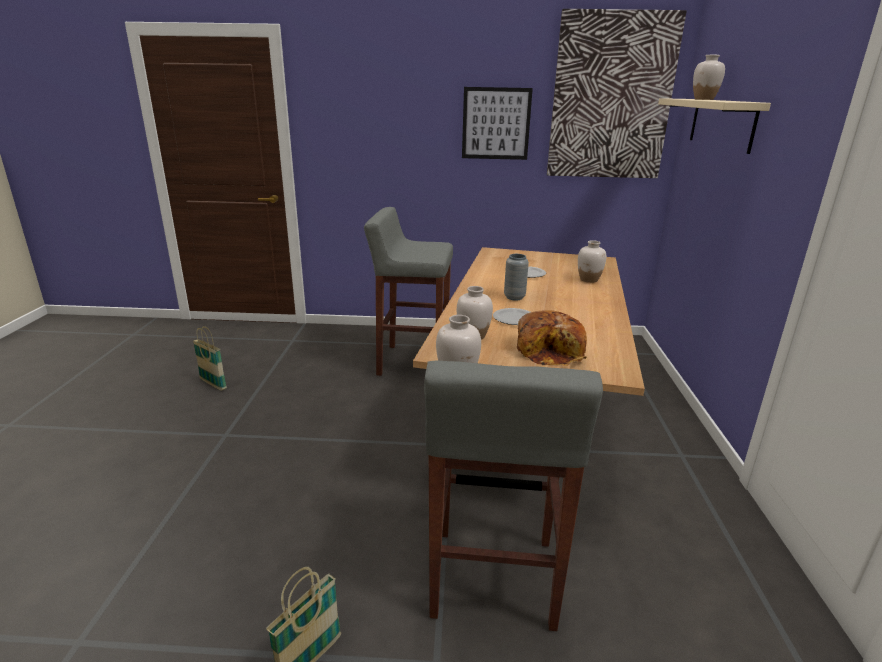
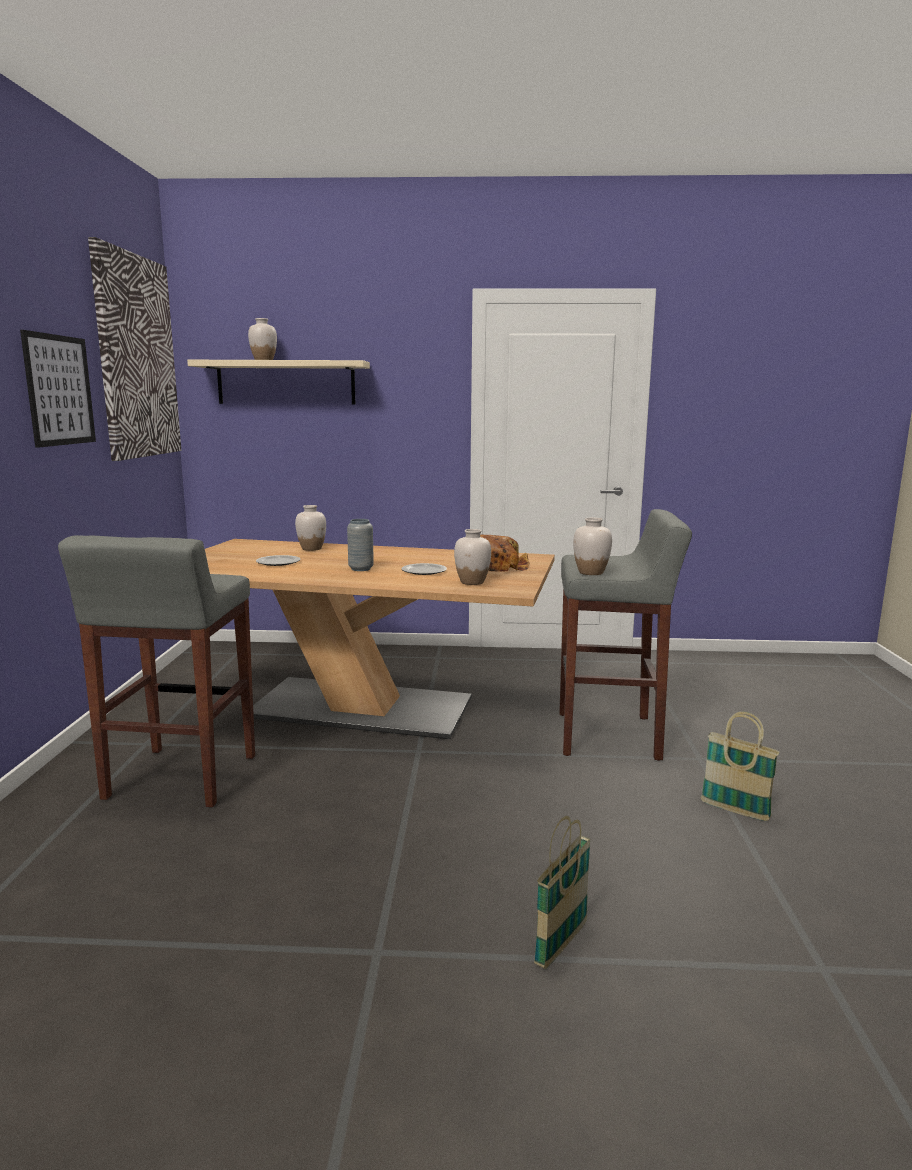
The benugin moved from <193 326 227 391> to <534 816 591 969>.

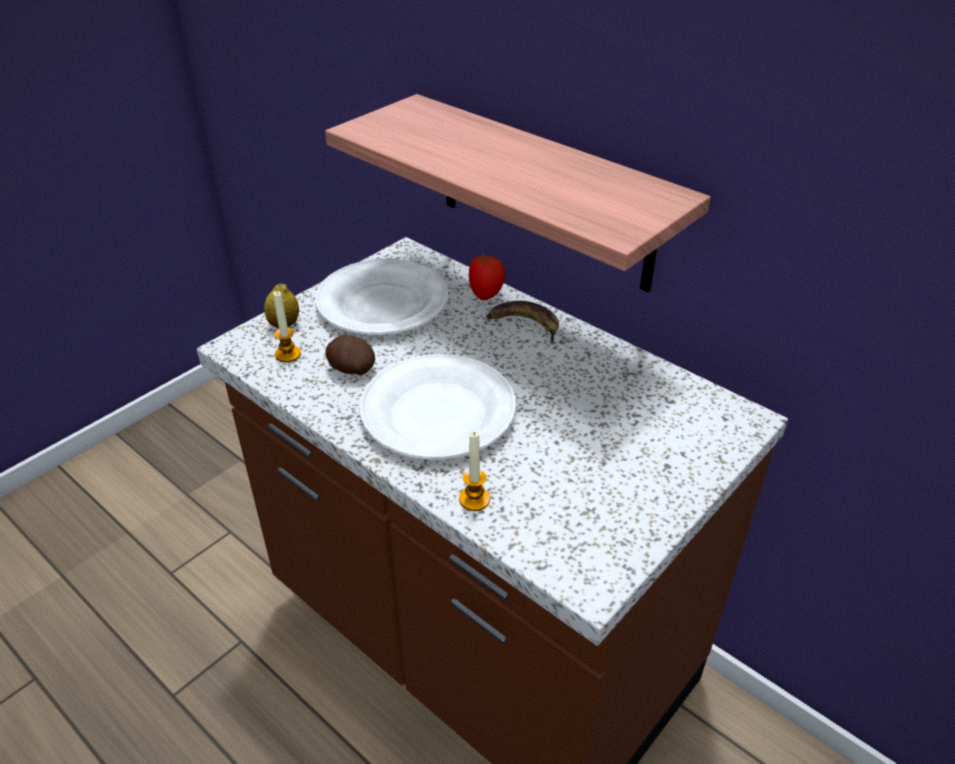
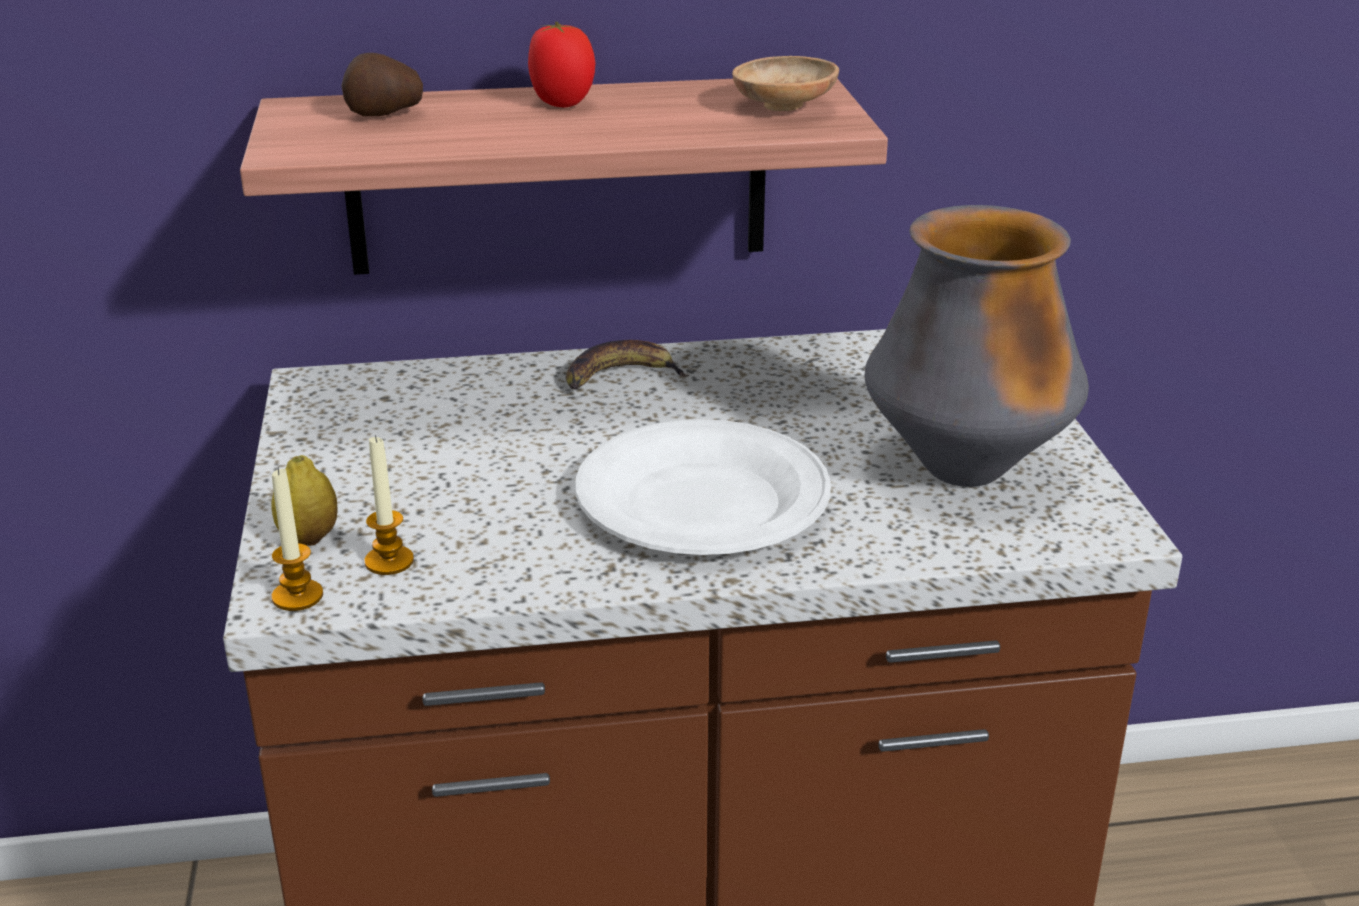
The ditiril moved from <469 254 505 300> to <528 22 595 107>. The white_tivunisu at <315 259 449 335> disappeared. The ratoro moved from <325 335 375 375> to <341 53 423 116>. The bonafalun moved from <459 432 490 511> to <272 467 323 611>. The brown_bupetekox at <732 56 839 111> appeared. The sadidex at <864 205 1089 487> appeared.

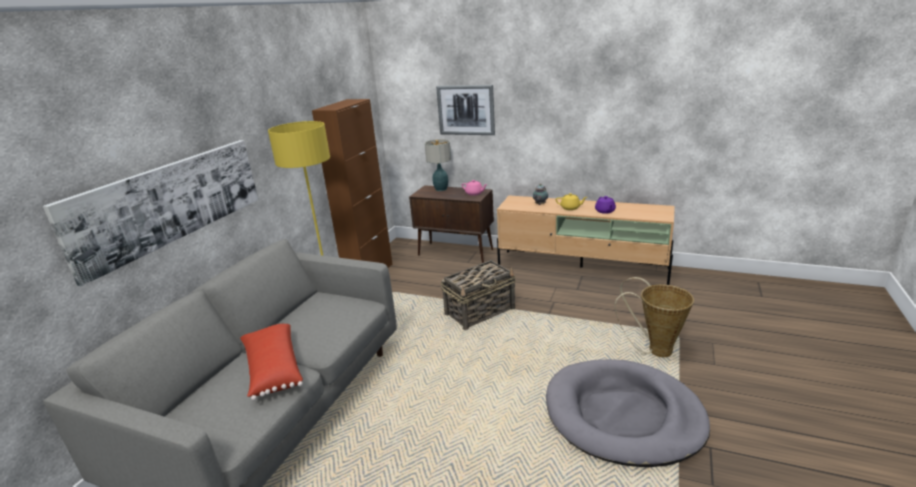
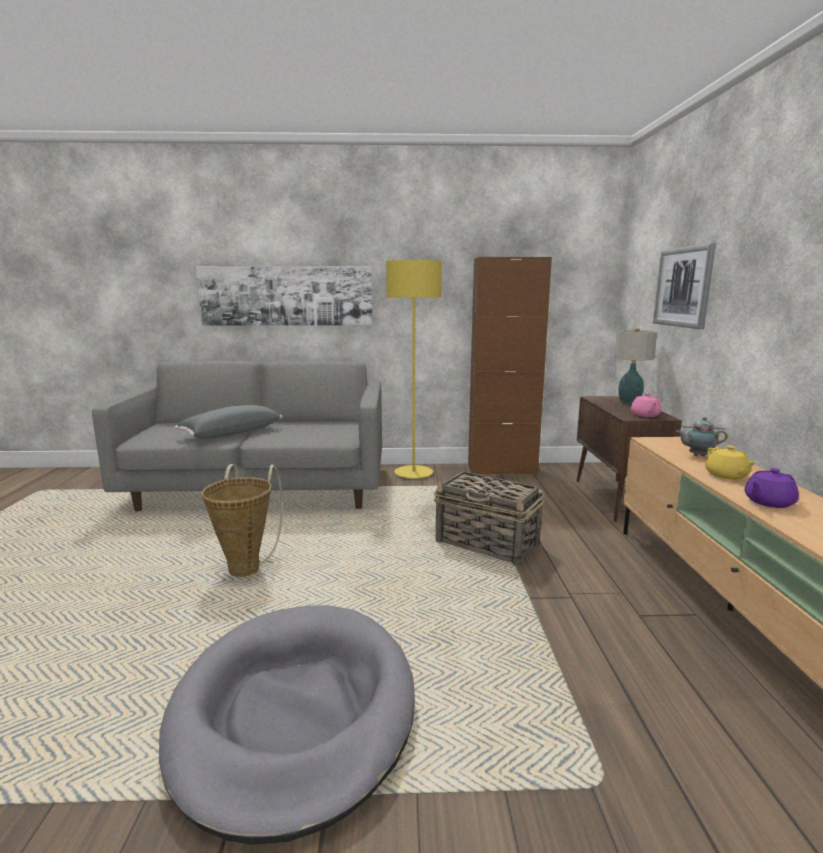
The benugin moved from <615 277 694 357> to <202 464 283 577>. The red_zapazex at <240 324 303 401> became the grey_zapazex at <174 405 282 439>.

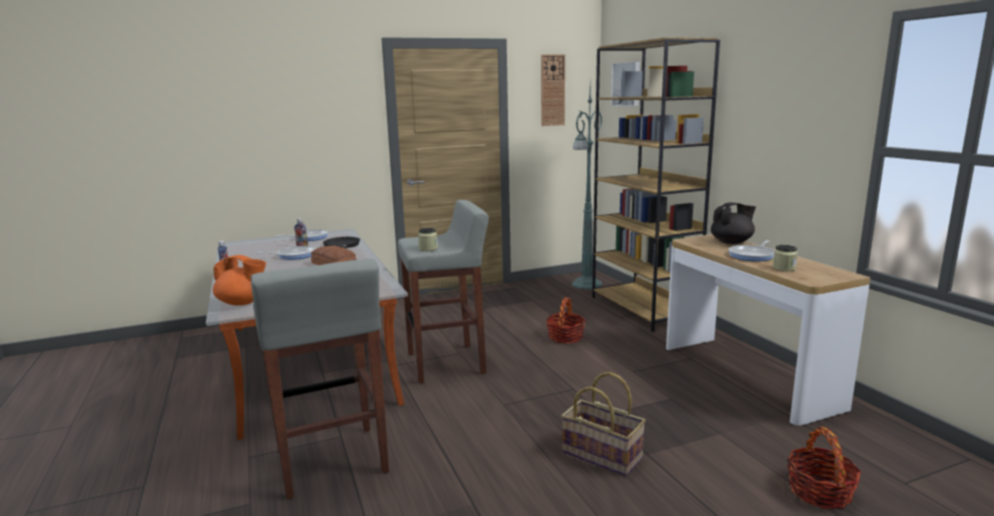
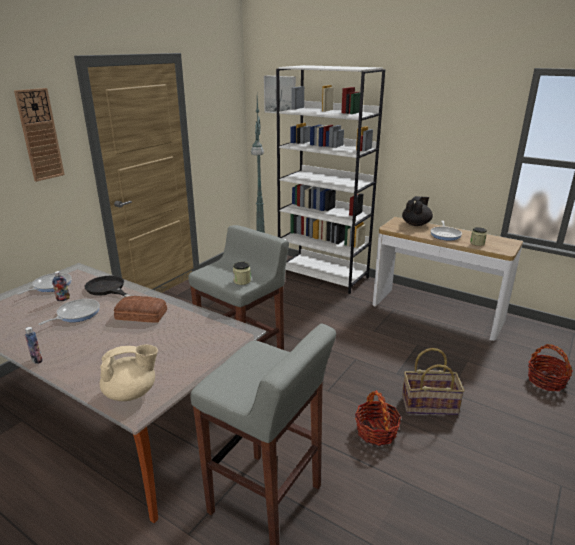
The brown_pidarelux at <592 37 720 332> became the white_pidarelux at <276 65 385 294>. The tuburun moved from <541 54 565 126> to <14 88 65 182>. The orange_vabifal at <213 255 266 306> became the beige_vabifal at <100 344 158 401>. The benugin moved from <546 298 586 344> to <355 390 402 446>.

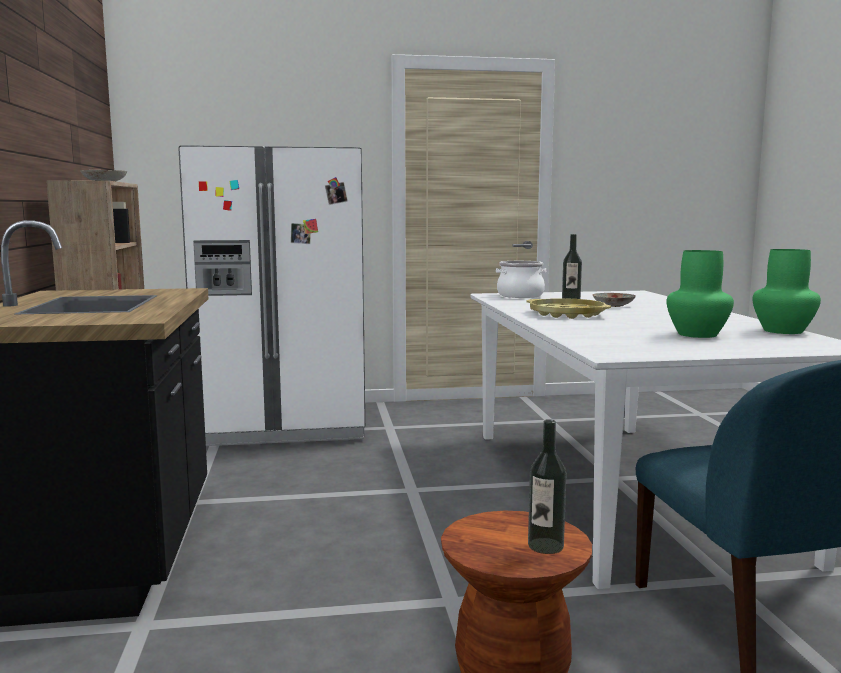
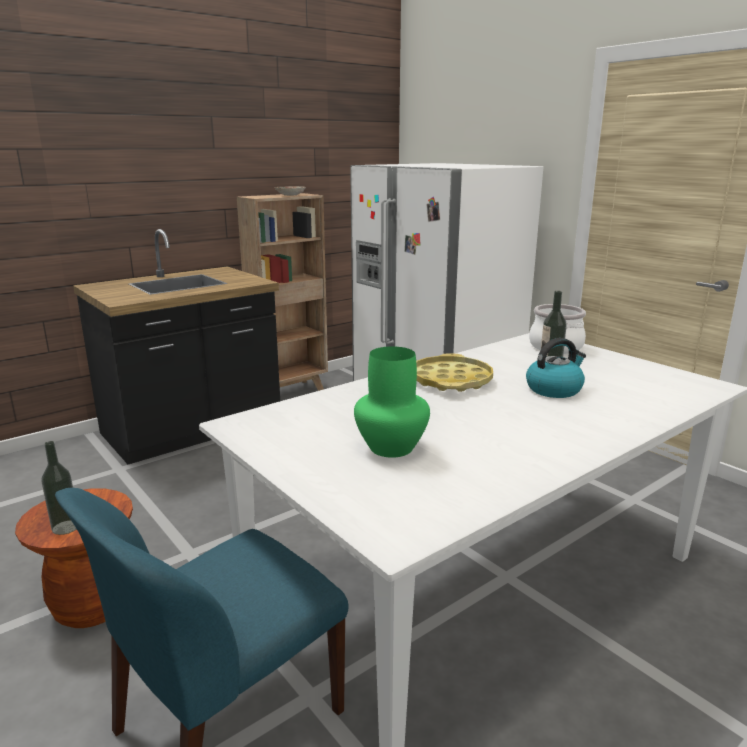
The green_sadidex at <752 249 821 334> disappeared. The tivunisu at <593 293 636 307> was replaced by the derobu at <526 338 586 398>.

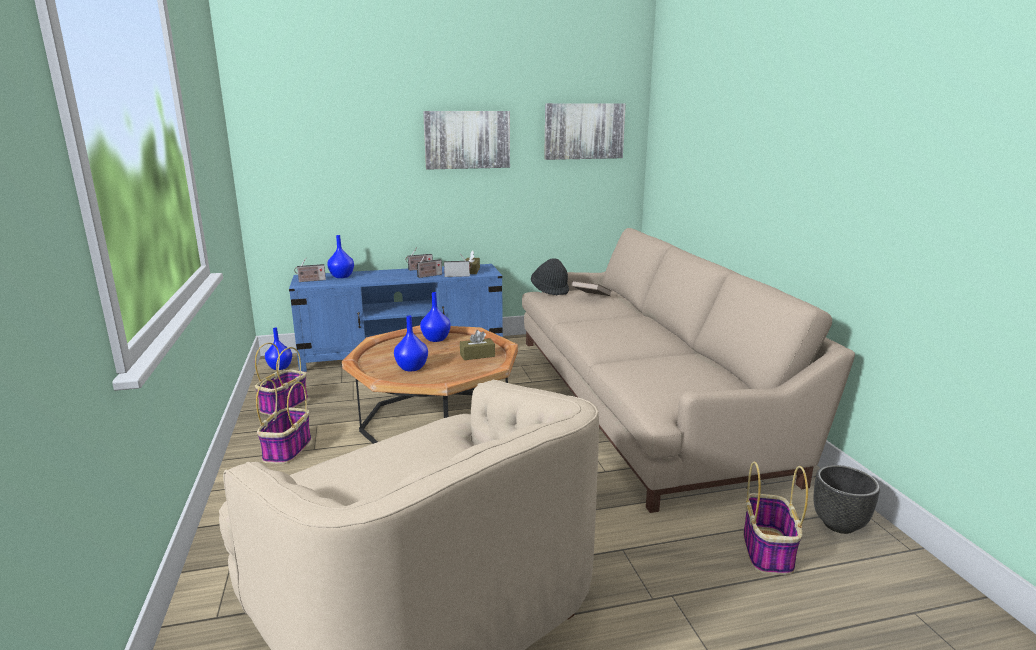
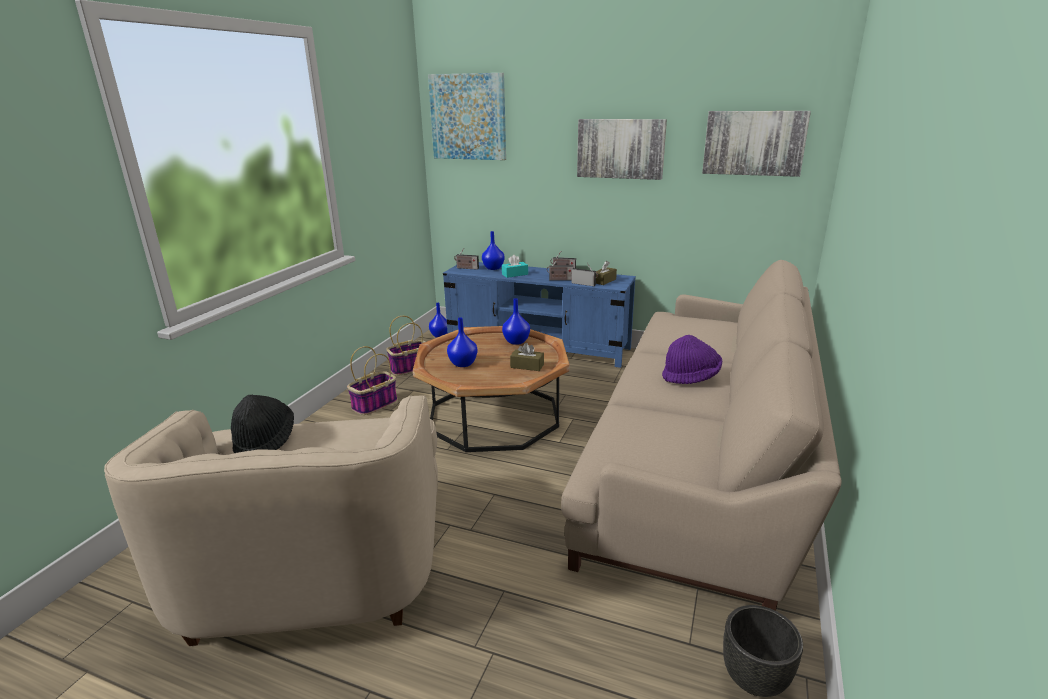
The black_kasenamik moved from <531 258 569 296> to <231 395 294 453>. The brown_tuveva at <571 281 611 296> disappeared. The benugin at <743 461 808 575> disappeared. The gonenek at <428 73 506 160> appeared. The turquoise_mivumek at <502 255 528 278> appeared. The purple_kasenamik at <662 335 722 384> appeared.

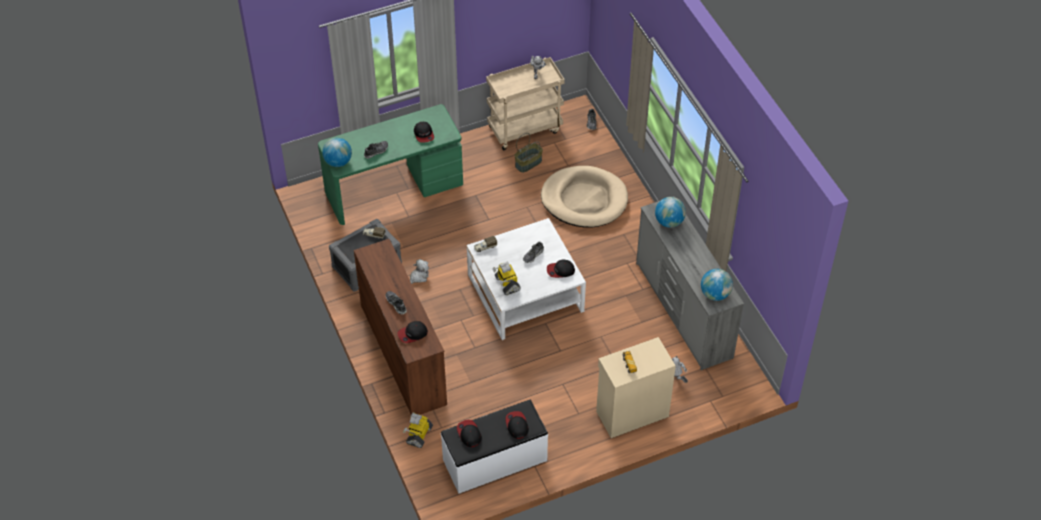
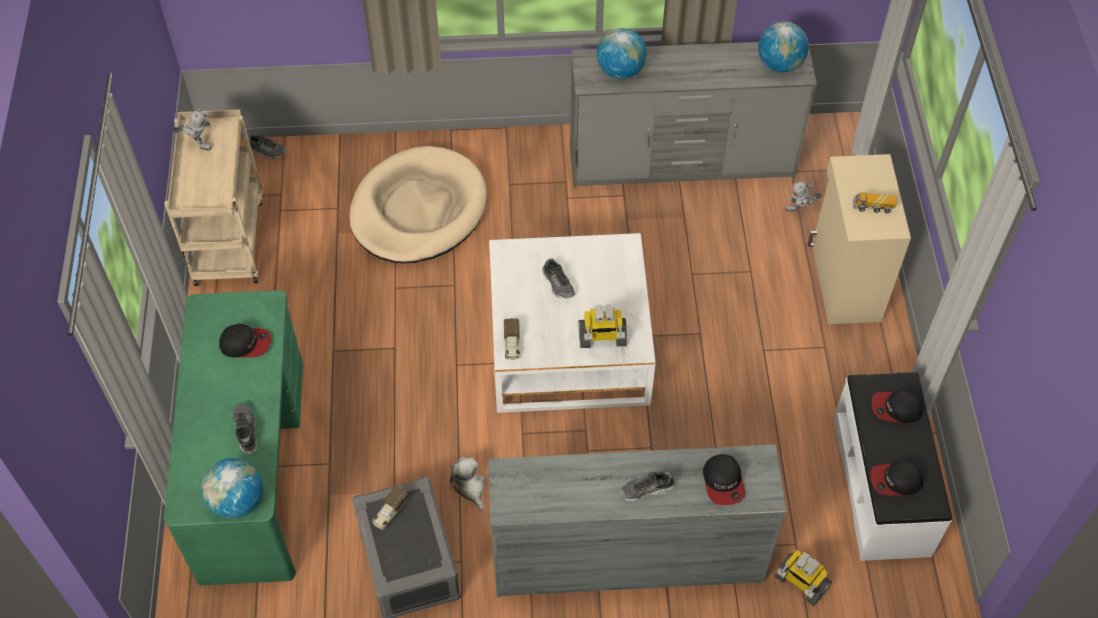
The benugin at <514 133 543 173> disappeared. The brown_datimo at <354 239 447 415> became the grey_datimo at <488 444 787 597>. The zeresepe at <547 259 575 278> disappeared.

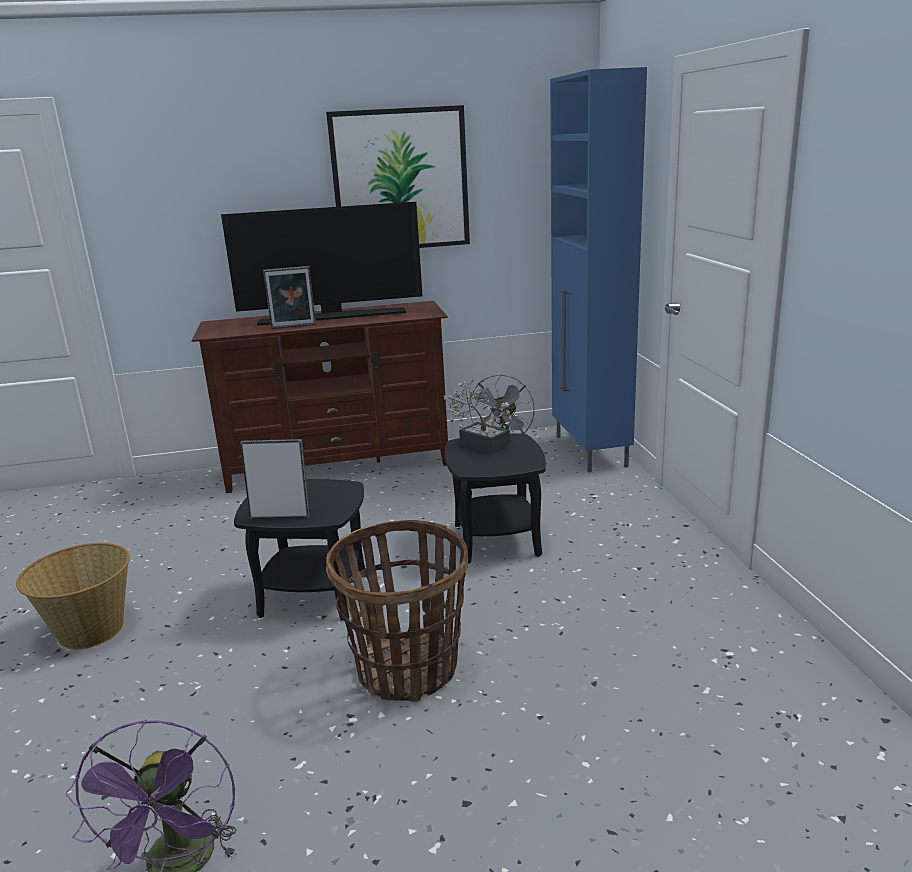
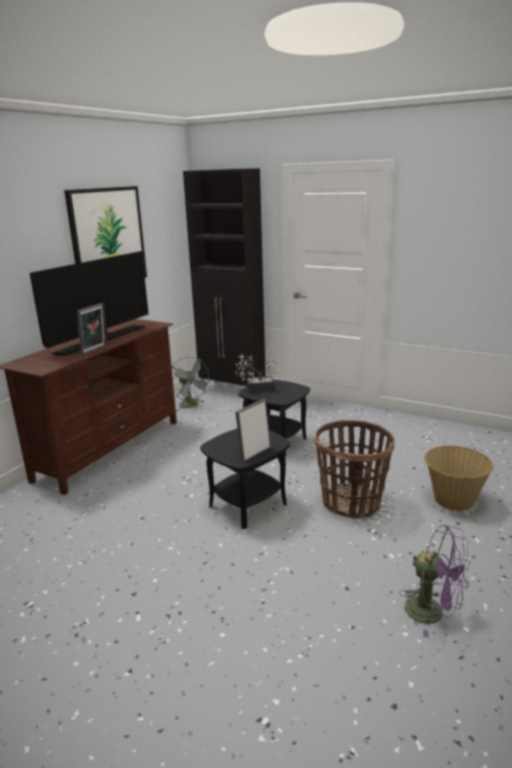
The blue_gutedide at <550 67 647 472> became the black_gutedide at <183 168 266 390>. The benugin moved from <16 543 130 649> to <424 446 494 511>.

